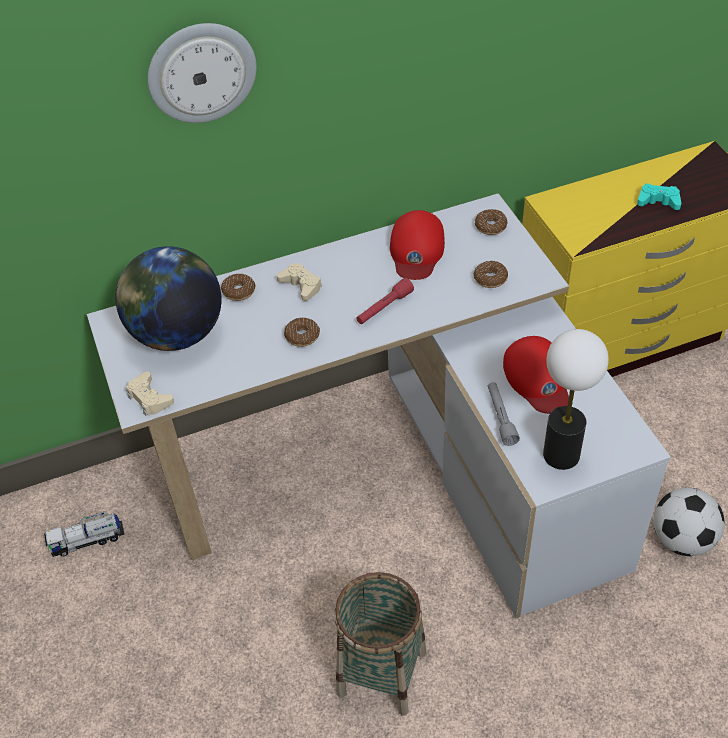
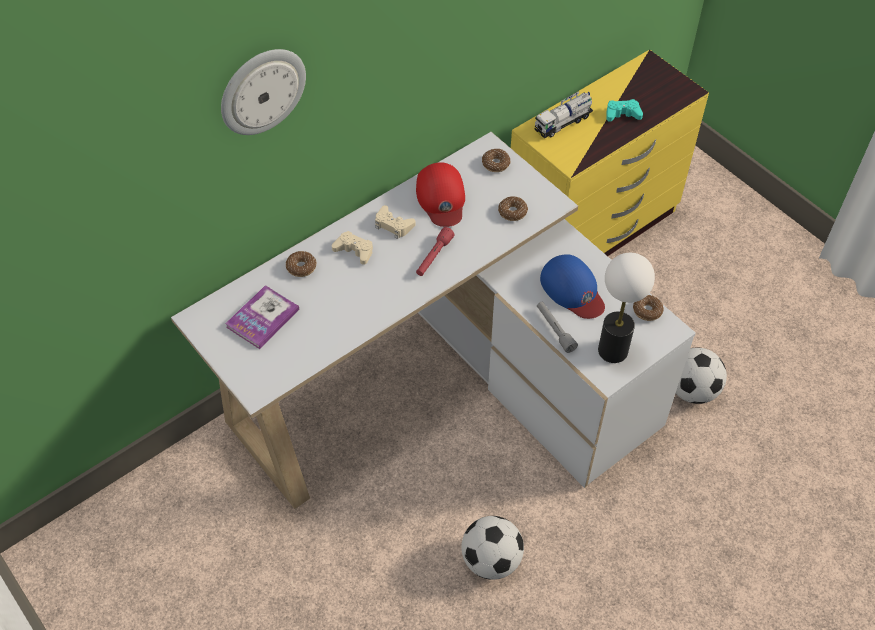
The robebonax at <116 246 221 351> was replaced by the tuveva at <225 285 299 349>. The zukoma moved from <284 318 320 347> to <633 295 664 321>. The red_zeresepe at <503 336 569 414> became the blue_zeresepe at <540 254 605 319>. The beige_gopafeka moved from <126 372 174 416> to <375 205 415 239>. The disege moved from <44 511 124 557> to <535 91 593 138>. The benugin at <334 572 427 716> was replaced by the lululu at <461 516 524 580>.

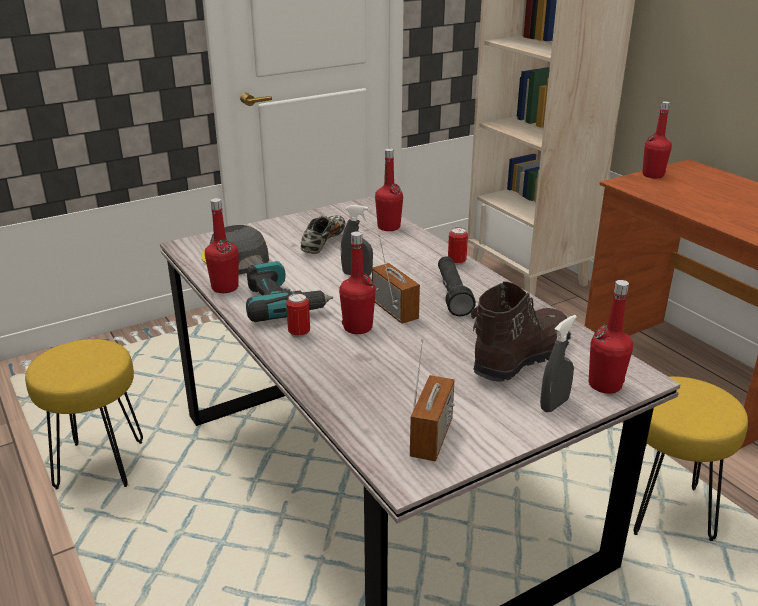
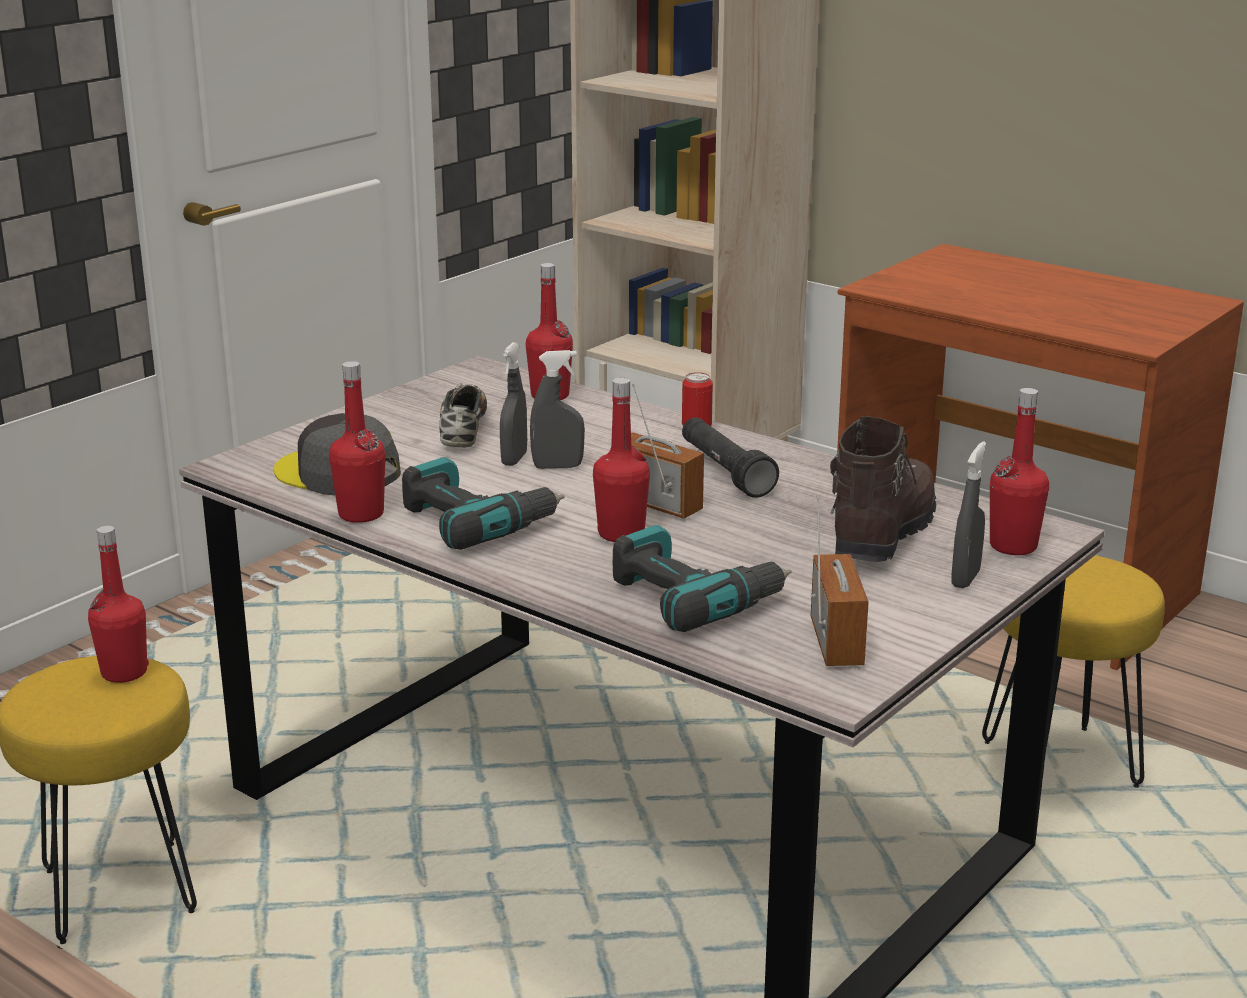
The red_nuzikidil moved from <642 101 672 178> to <88 526 149 683>. The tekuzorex at <286 293 310 338> disappeared. The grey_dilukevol at <500 342 527 466> appeared. The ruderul at <613 525 792 632> appeared.

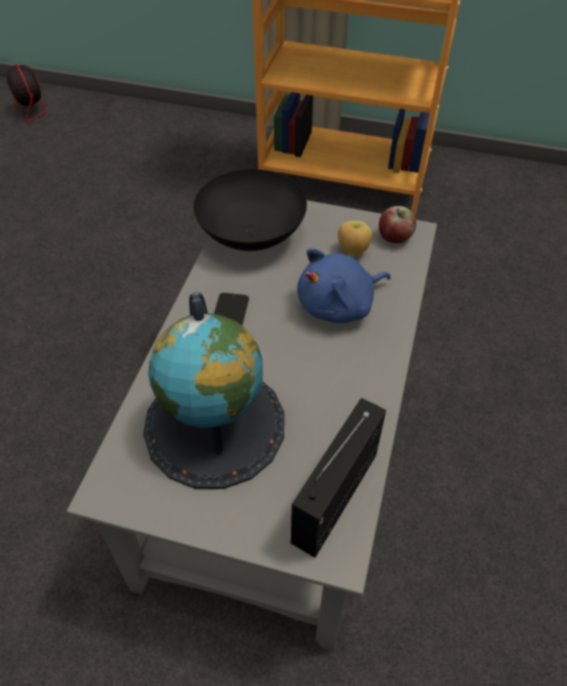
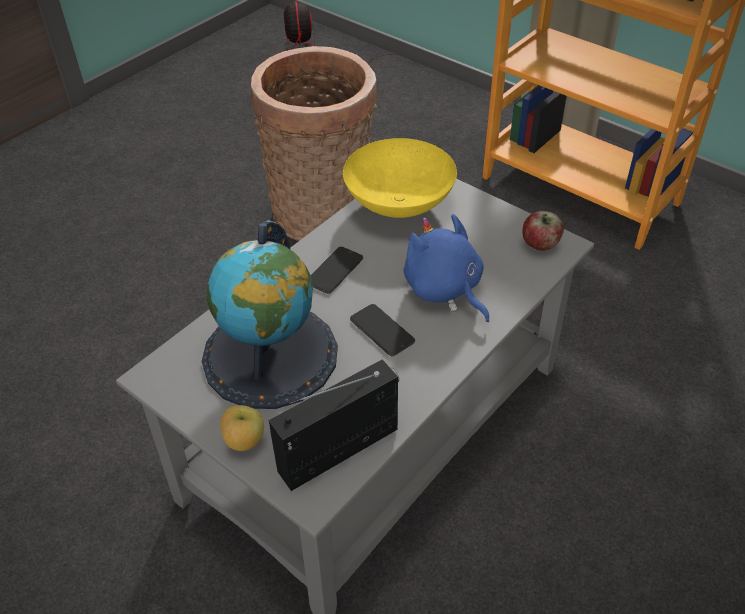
The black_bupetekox at <193 169 307 251> became the yellow_bupetekox at <343 138 457 218>. The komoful moved from <338 221 372 255> to <220 405 264 451>. The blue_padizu at <297 248 391 323> turned 60 degrees clockwise. The benugin at <251 46 377 241> appeared. The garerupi at <350 304 415 356> appeared.

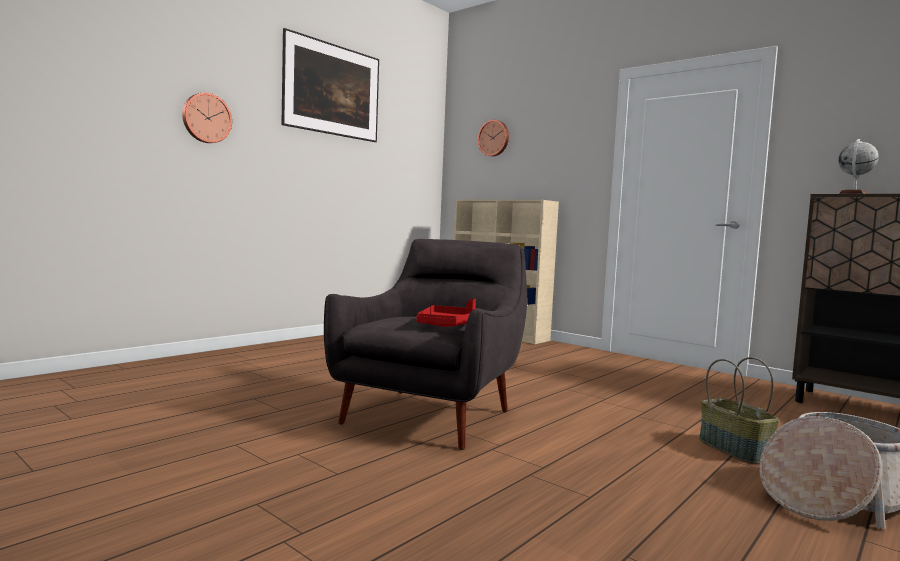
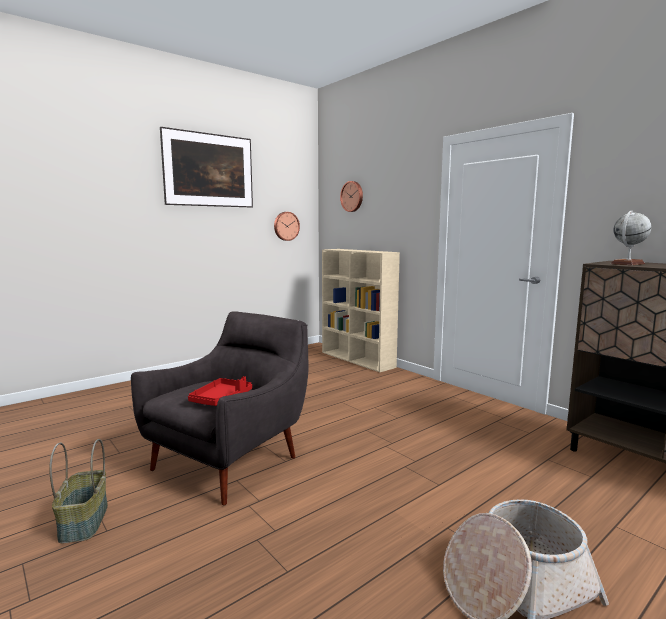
The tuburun moved from <182 92 232 143> to <274 212 300 241>. The benugin moved from <699 357 779 464> to <49 439 108 543>.

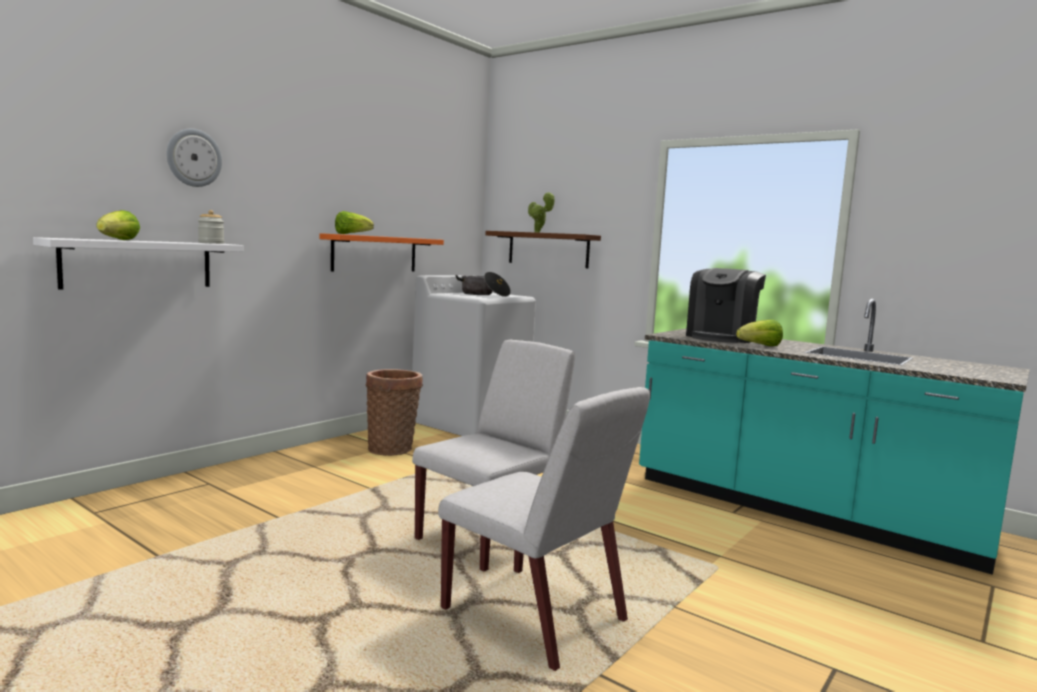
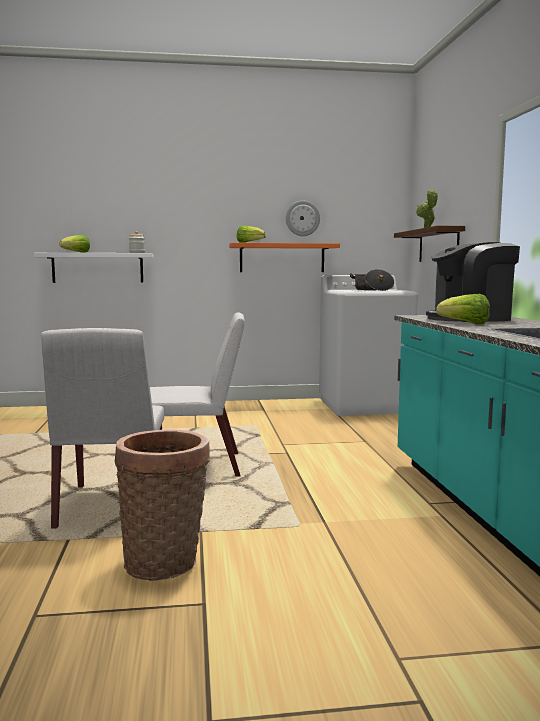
The tuburun moved from <166 129 222 187> to <286 201 320 236>. The benugin moved from <366 369 423 456> to <115 430 210 581>.

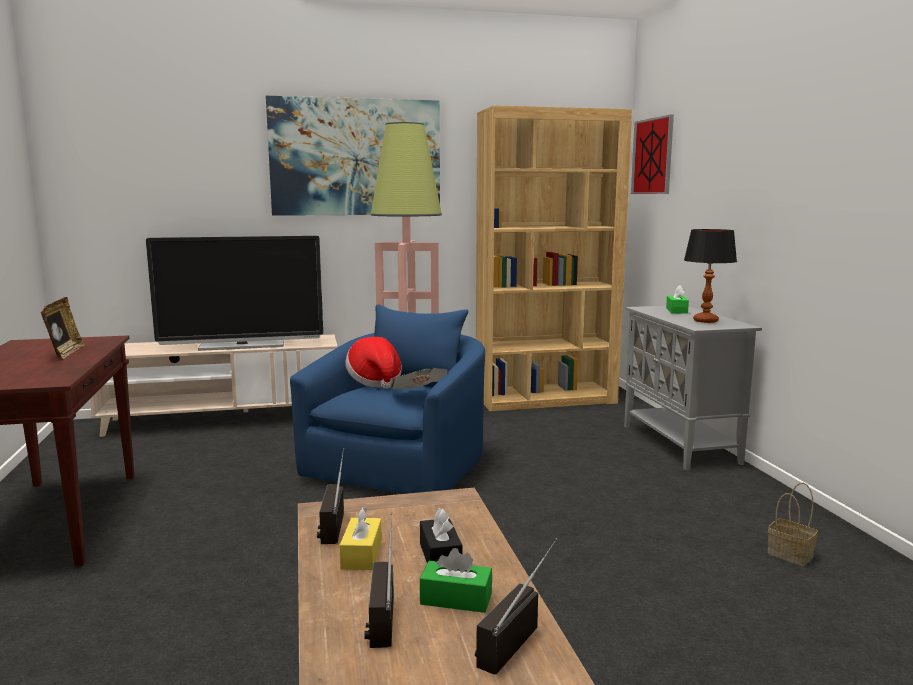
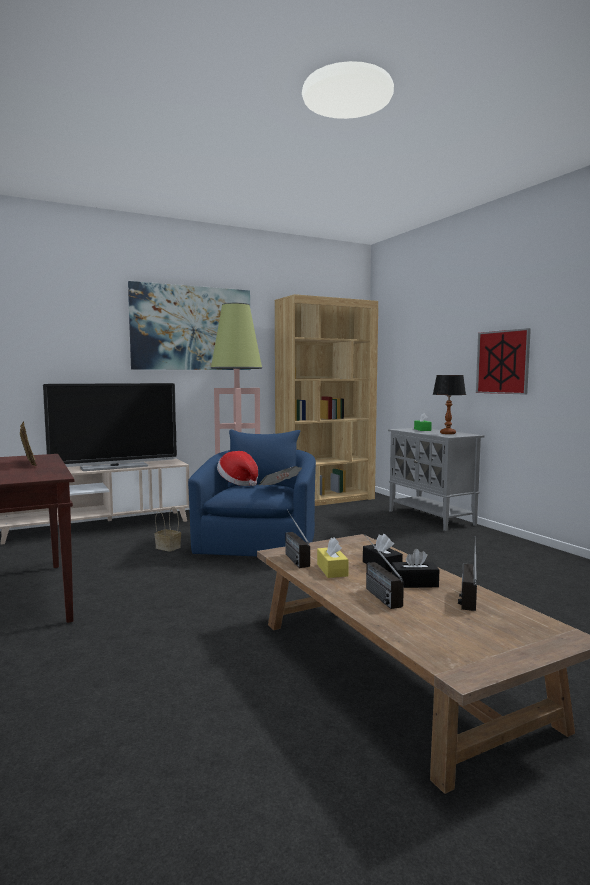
The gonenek moved from <631 115 674 194> to <476 328 531 395>. The benugin moved from <768 483 818 566> to <154 507 181 552>. The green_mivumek at <420 548 492 613> became the black_mivumek at <392 549 440 588>.

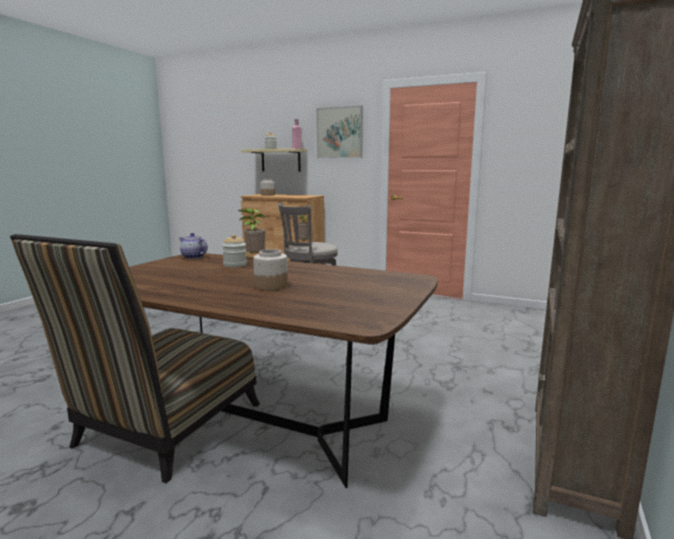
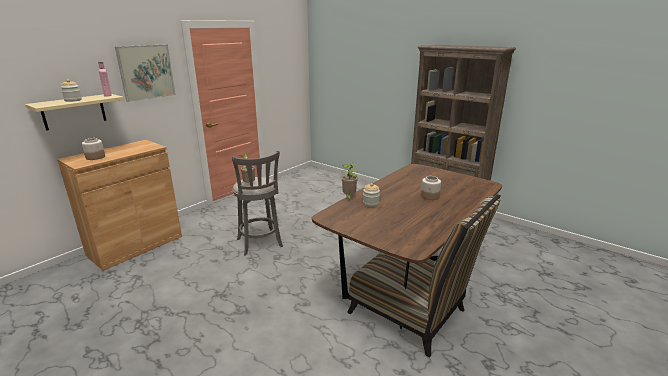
The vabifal at <179 233 208 259> disappeared.

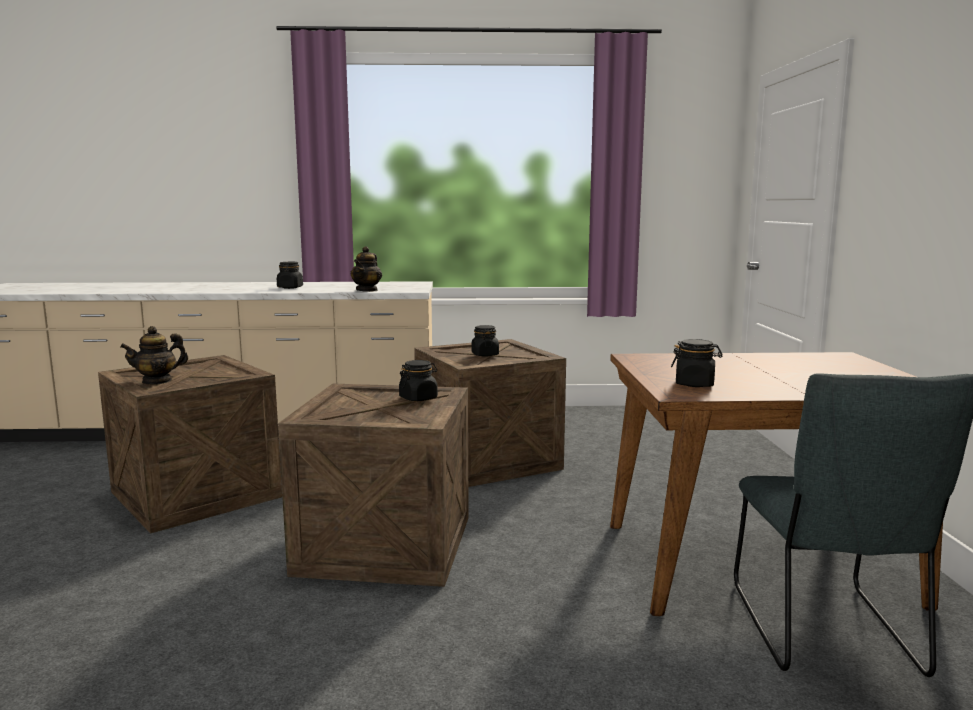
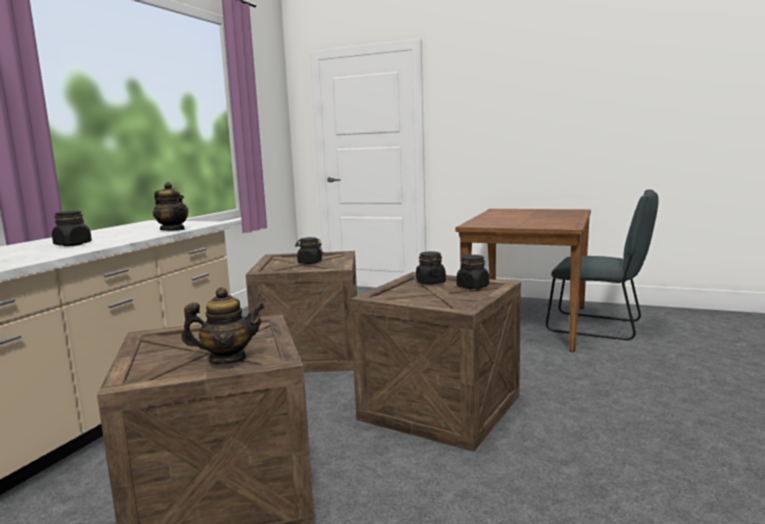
The vabifal at <120 326 188 385> turned 90 degrees counterclockwise. The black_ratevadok moved from <671 339 722 387> to <457 255 489 289>.

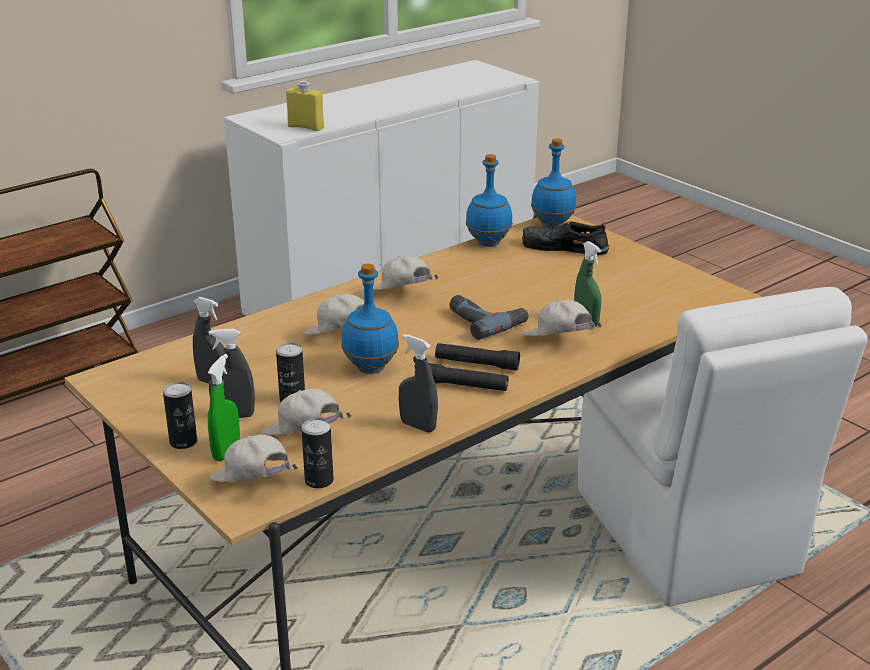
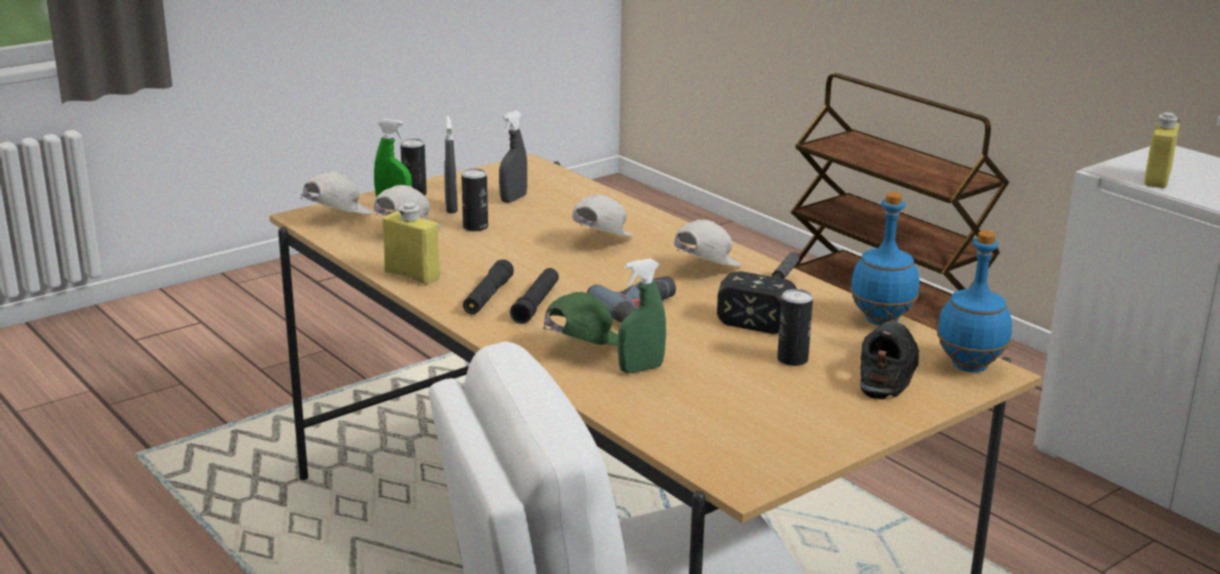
The blue_nuzikidil at <341 263 399 374> disappeared. The white_zeresepe at <522 300 602 336> became the green_zeresepe at <542 292 618 346>. The grey_dilukevol at <399 334 438 433> was replaced by the yellow_nuzikidil at <382 203 440 285>. The tekuzorex moved from <301 418 334 488> to <777 289 813 366>. The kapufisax at <717 252 800 334> appeared.

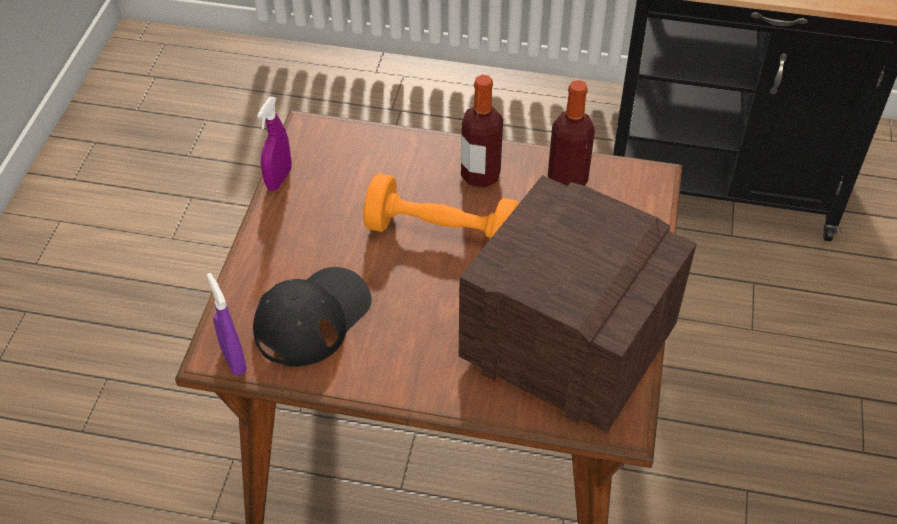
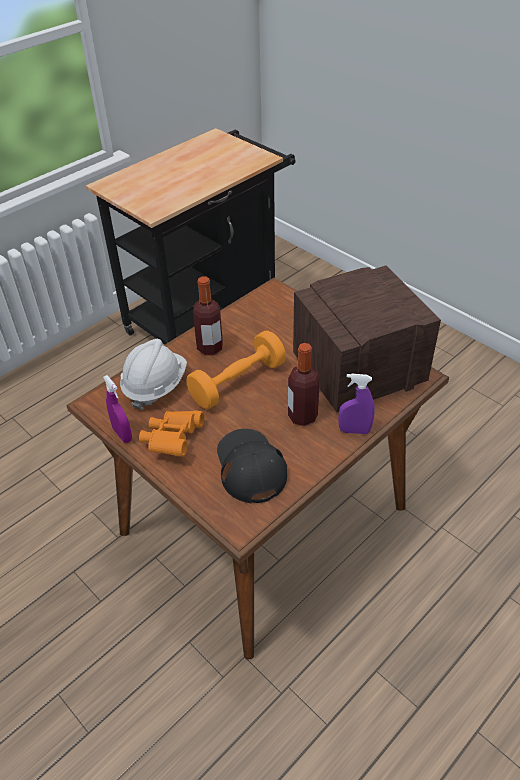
The nuzikidil moved from <548 80 595 186> to <288 343 320 426>. The purple_dilukevol moved from <207 273 247 376> to <338 373 375 434>. The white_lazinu at <120 339 187 410> appeared. The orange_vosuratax at <139 410 204 457> appeared.

